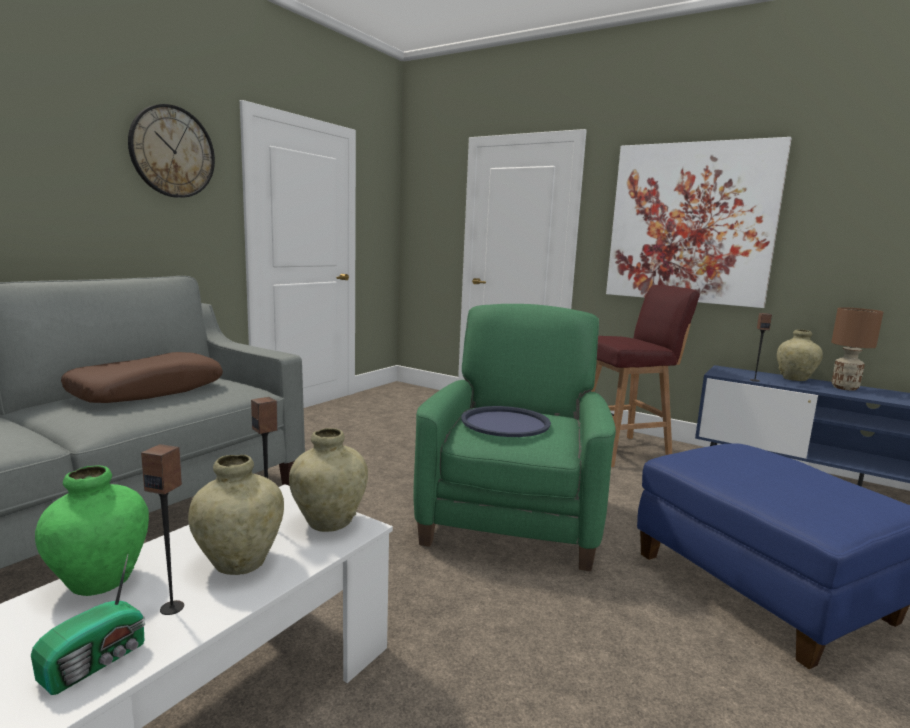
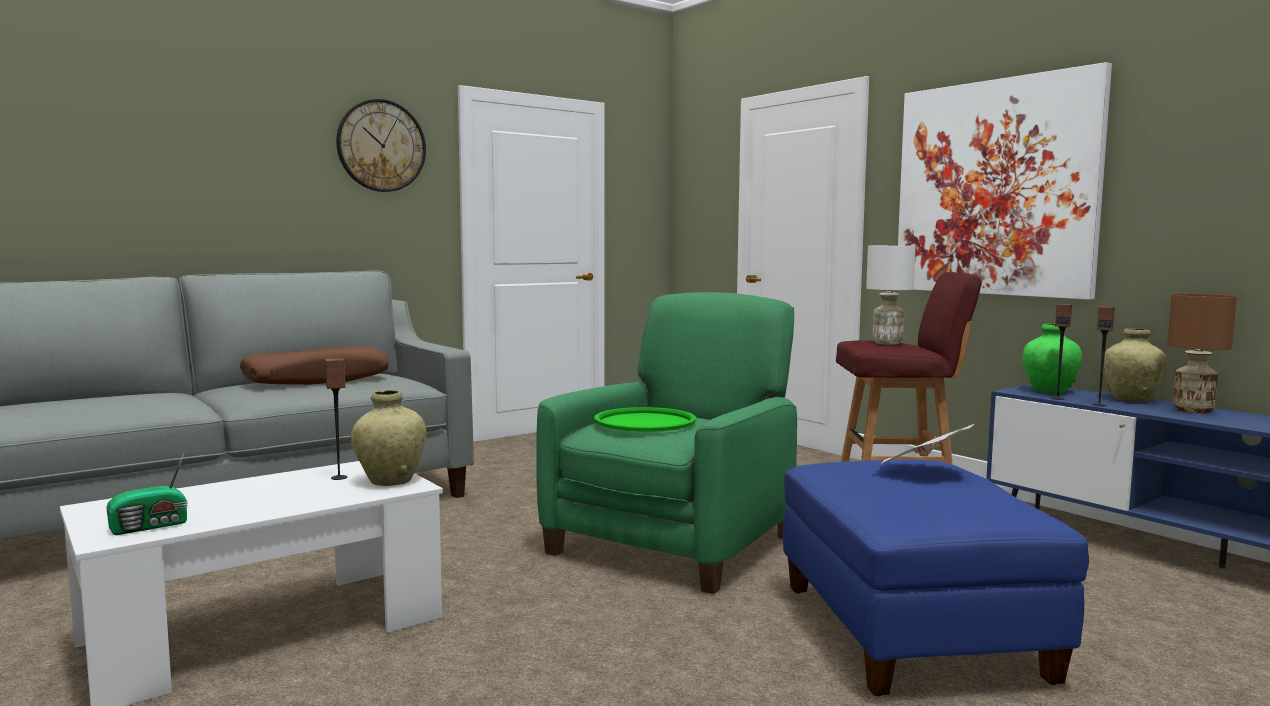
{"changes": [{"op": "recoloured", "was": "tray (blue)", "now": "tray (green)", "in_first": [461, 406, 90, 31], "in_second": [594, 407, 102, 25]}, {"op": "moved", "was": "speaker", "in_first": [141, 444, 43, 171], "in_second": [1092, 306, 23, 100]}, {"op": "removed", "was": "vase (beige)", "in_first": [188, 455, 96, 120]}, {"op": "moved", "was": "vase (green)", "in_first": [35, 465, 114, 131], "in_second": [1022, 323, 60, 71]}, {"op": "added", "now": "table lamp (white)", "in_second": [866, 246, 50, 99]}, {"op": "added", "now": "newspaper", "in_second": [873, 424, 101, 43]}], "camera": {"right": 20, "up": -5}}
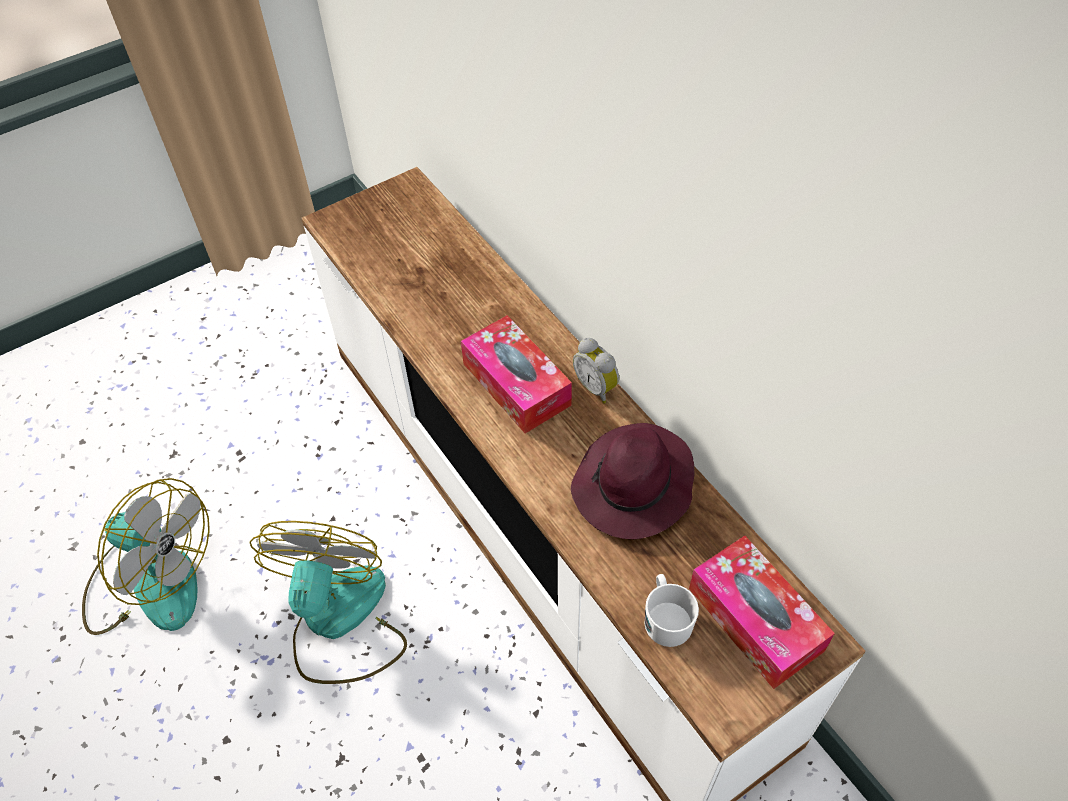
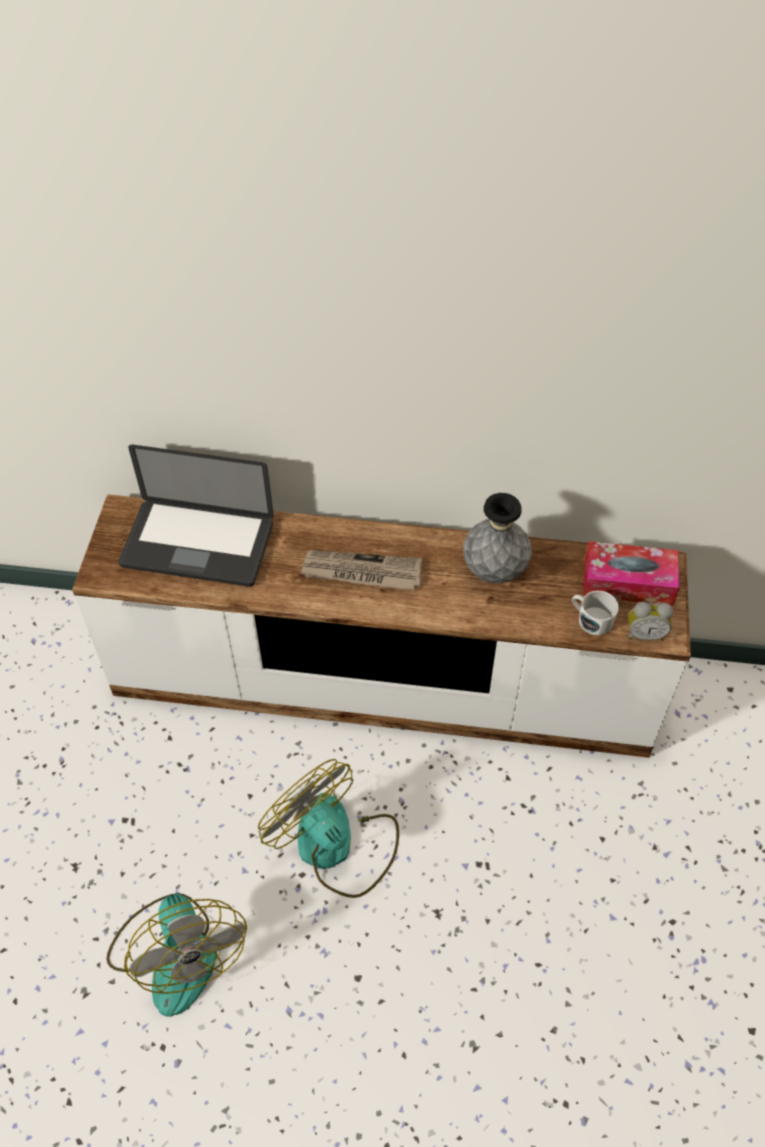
{"changes": [{"op": "replaced", "was": "tissue box", "now": "newspaper", "in_first": [461, 315, 111, 118], "in_second": [300, 550, 122, 40]}, {"op": "moved", "was": "alarm clock", "in_first": [573, 338, 46, 66], "in_second": [628, 602, 45, 39]}, {"op": "replaced", "was": "hat (purple)", "now": "vase (grey)", "in_first": [571, 423, 124, 116], "in_second": [463, 493, 68, 91]}, {"op": "turned", "was": "fan", "in_first": [82, 478, 128, 157], "in_second": [106, 893, 141, 124], "clockwise": 90}, {"op": "added", "now": "laptop", "in_second": [118, 445, 156, 142]}], "camera": {"right": -50, "up": 0}}
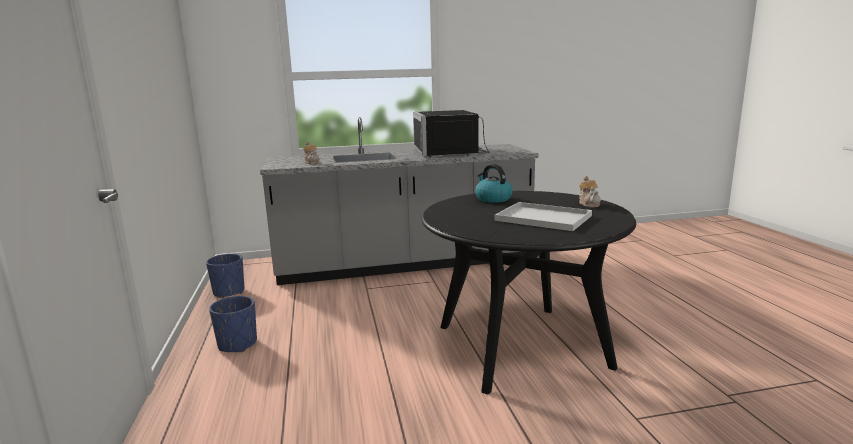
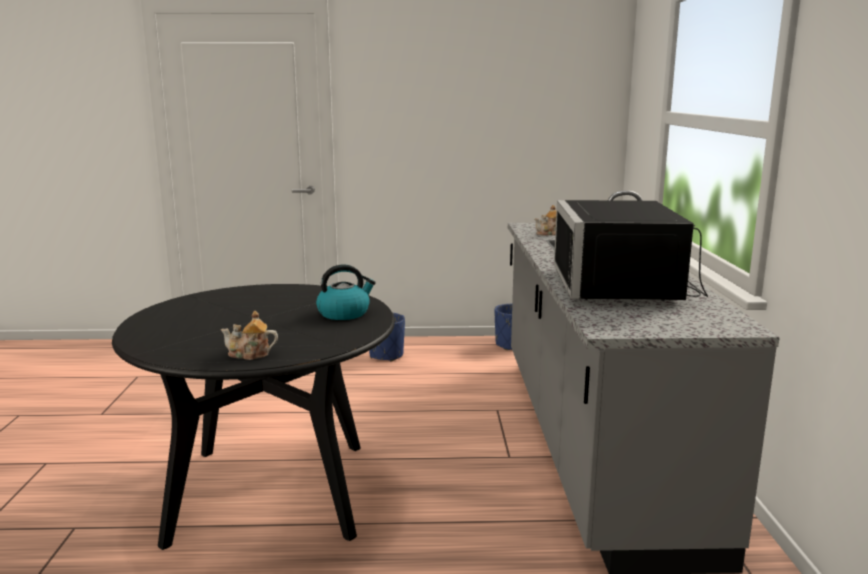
{"changes": [{"op": "turned", "was": "microwave (black)", "in_first": [413, 110, 77, 47], "in_second": [554, 200, 154, 101], "clockwise": -90}, {"op": "removed", "was": "tray (white)", "in_first": [495, 202, 97, 29]}], "camera": {"right": 100, "up": 0}}
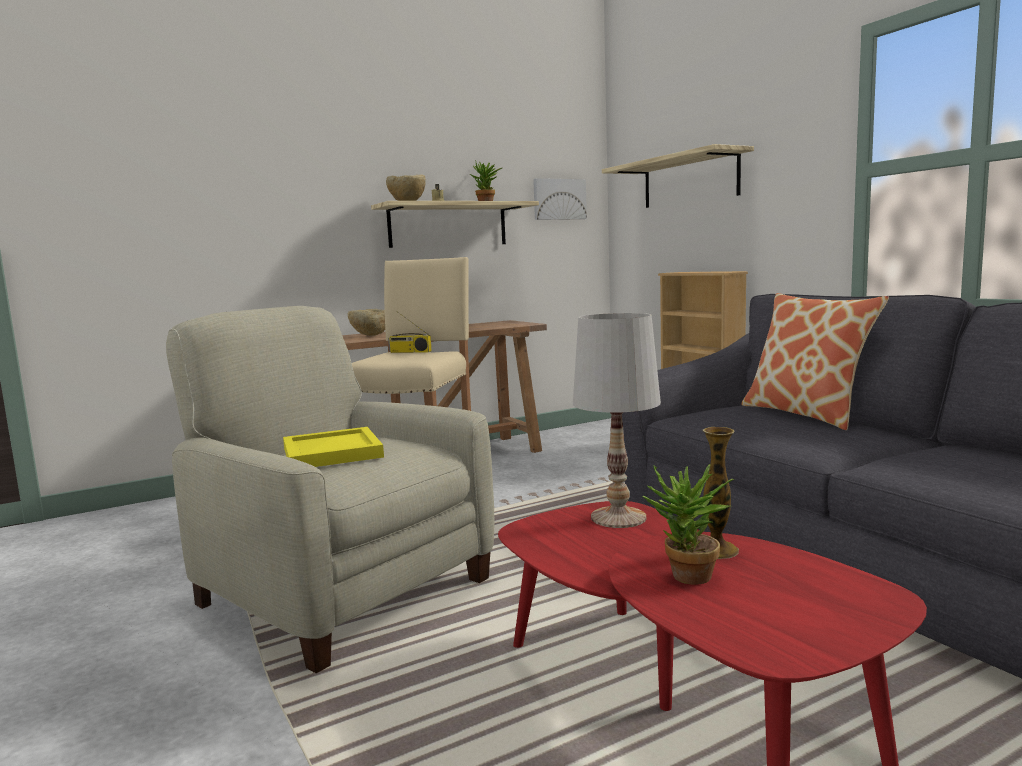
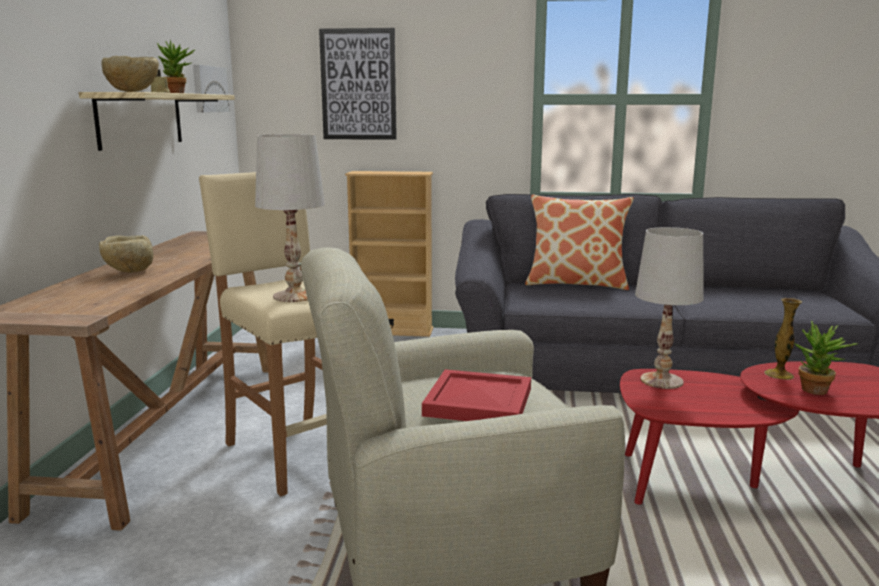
{"changes": [{"op": "replaced", "was": "shelf", "now": "picture", "in_first": [602, 144, 152, 64], "in_second": [319, 28, 78, 112]}, {"op": "removed", "was": "radio", "in_first": [388, 311, 44, 42]}, {"op": "recoloured", "was": "tray (yellow)", "now": "tray (red)", "in_first": [283, 427, 101, 40], "in_second": [422, 369, 109, 52]}, {"op": "added", "now": "table lamp (white)", "in_second": [255, 134, 70, 168]}], "camera": {"right": -55, "up": 5}}
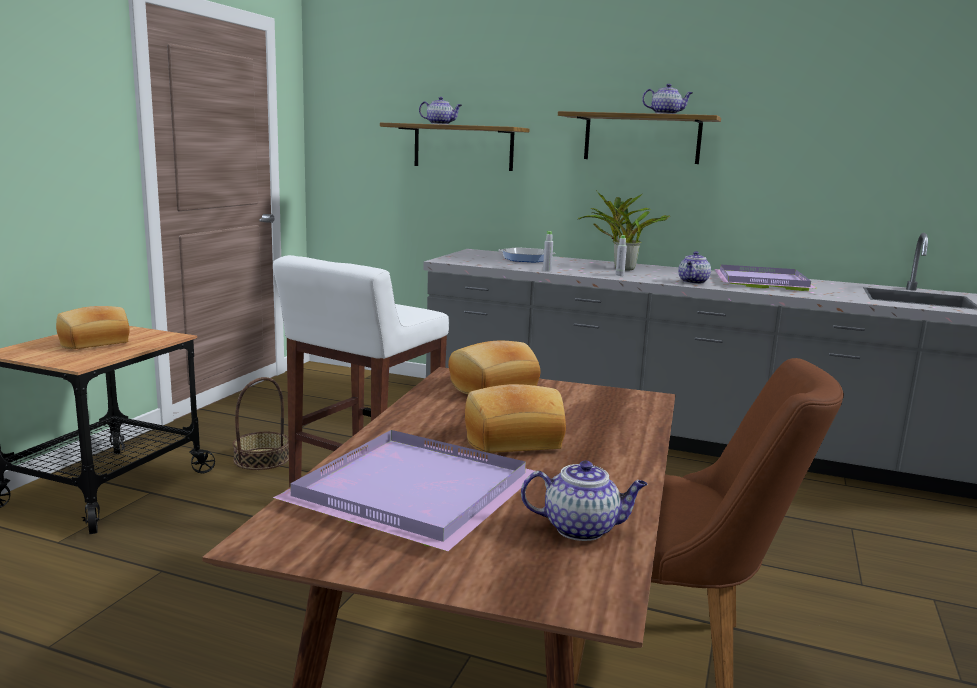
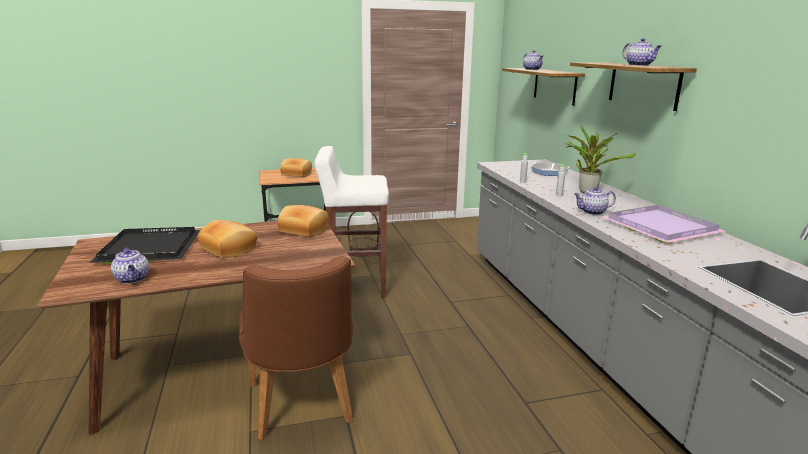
{"changes": [{"op": "recoloured", "was": "tray (purple)", "now": "tray (black)", "in_first": [273, 430, 262, 121], "in_second": [89, 227, 112, 37]}], "camera": {"right": 55, "up": 5}}
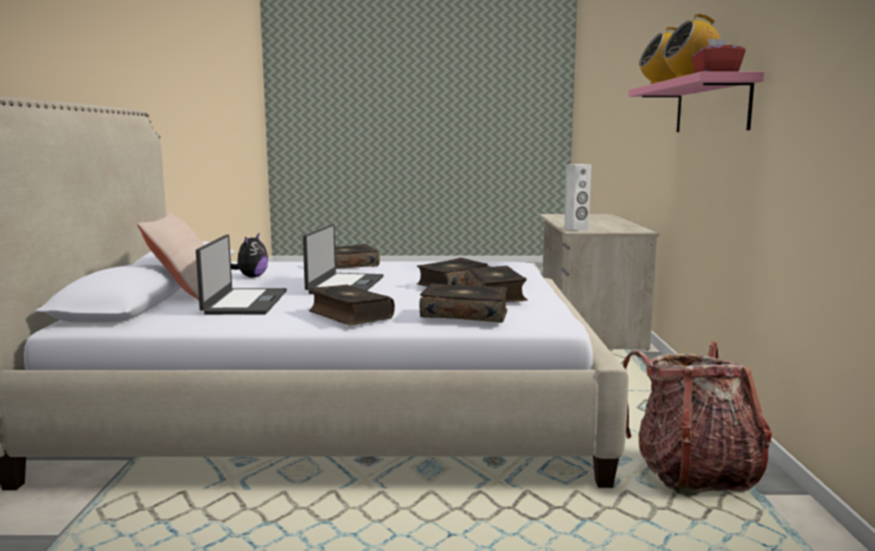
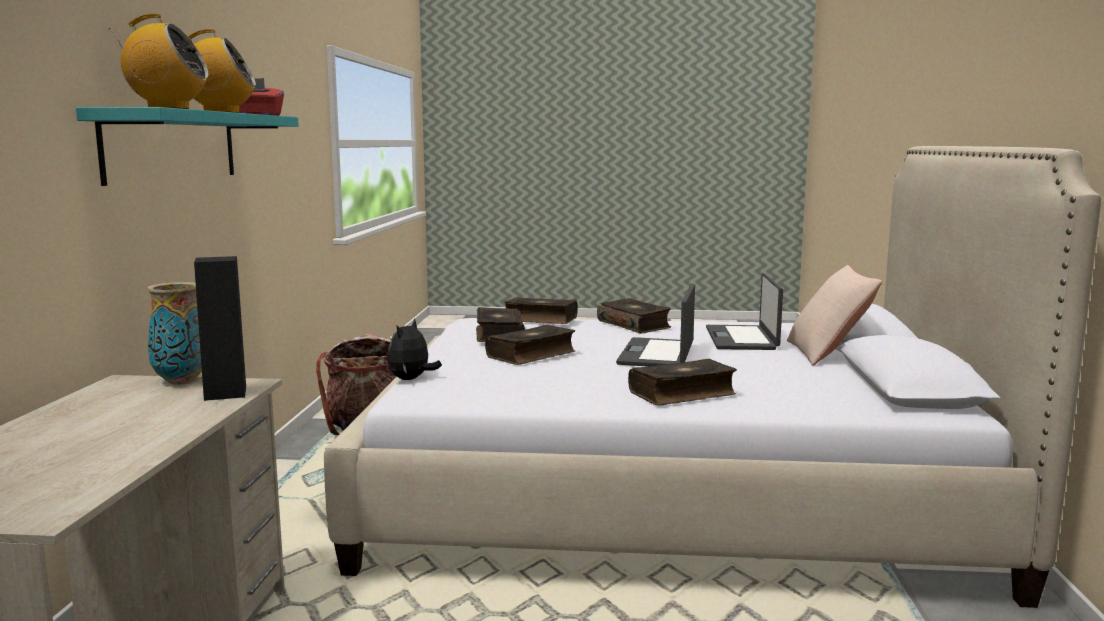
{"changes": [{"op": "recoloured", "was": "shelf (pink)", "now": "shelf (turquoise)", "in_first": [629, 71, 136, 61], "in_second": [76, 107, 223, 79]}, {"op": "recoloured", "was": "speaker (white)", "now": "speaker (black)", "in_first": [564, 164, 27, 67], "in_second": [194, 256, 52, 145]}, {"op": "moved", "was": "plush toy", "in_first": [231, 234, 37, 43], "in_second": [387, 318, 55, 62]}, {"op": "added", "now": "vase", "in_second": [147, 282, 55, 103]}], "camera": {"right": -175, "up": 0}}
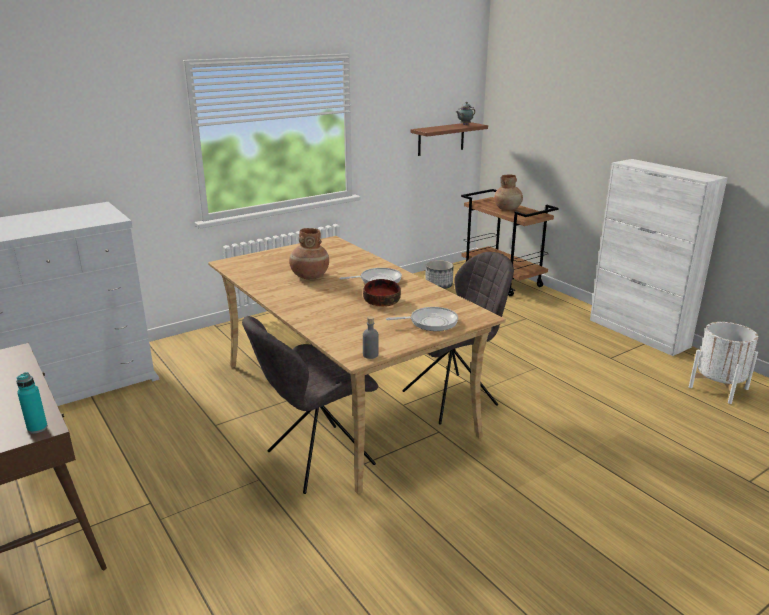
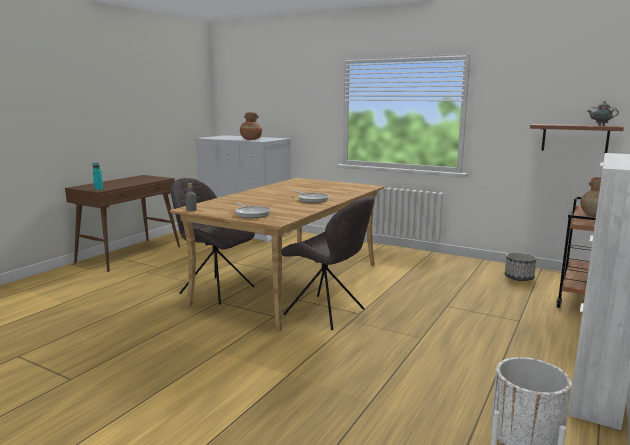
{"changes": [{"op": "moved", "was": "vase (brown)", "in_first": [289, 228, 40, 51], "in_second": [240, 112, 22, 28]}, {"op": "removed", "was": "bowl", "in_first": [363, 279, 38, 28]}], "camera": {"right": 65, "up": -10}}
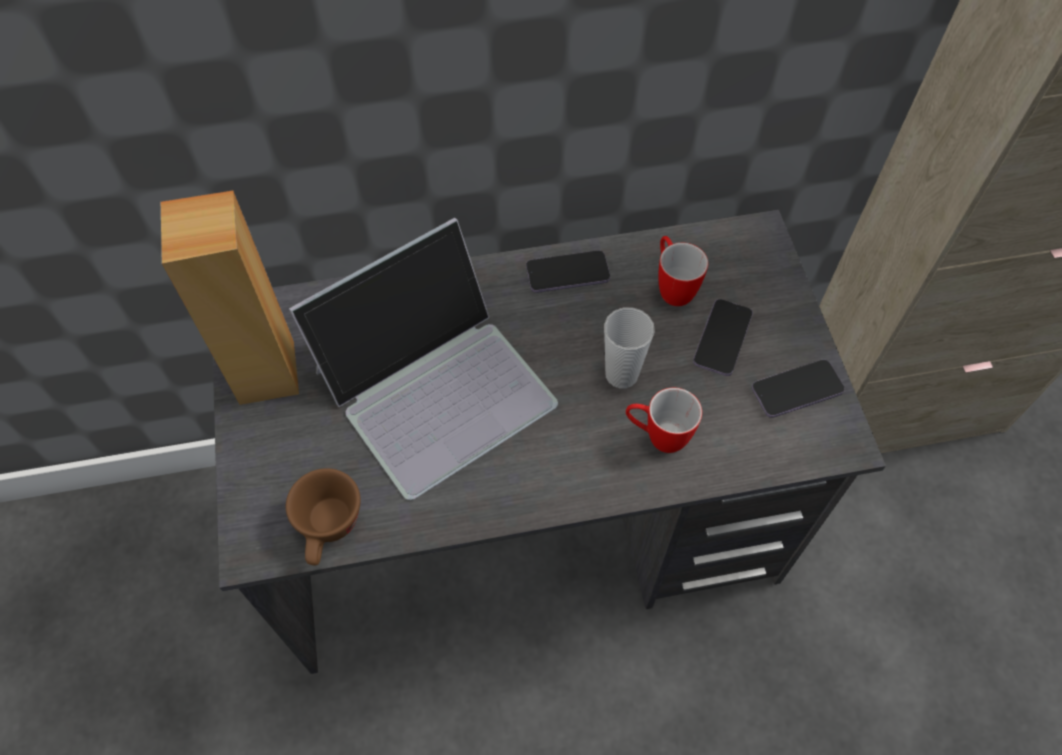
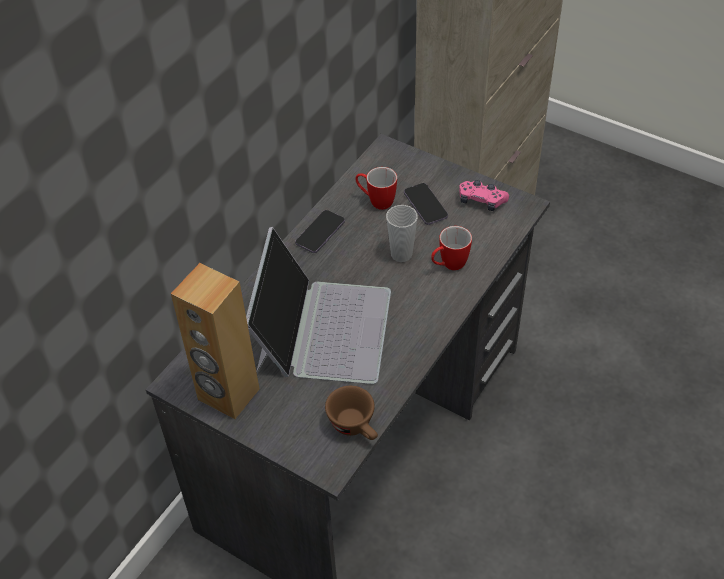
{"changes": [{"op": "replaced", "was": "phone", "now": "game controller (pink)", "in_first": [752, 359, 93, 59], "in_second": [459, 180, 50, 31]}], "camera": {"right": -45, "up": -10}}
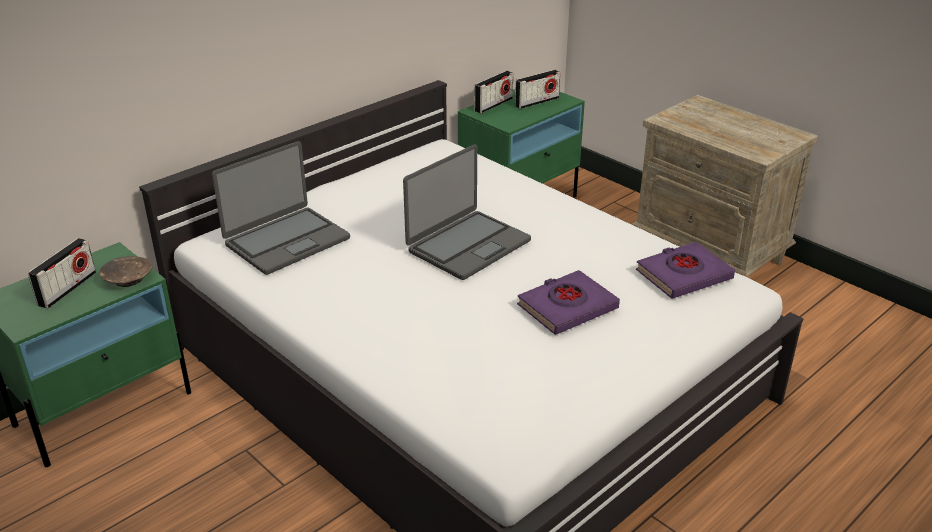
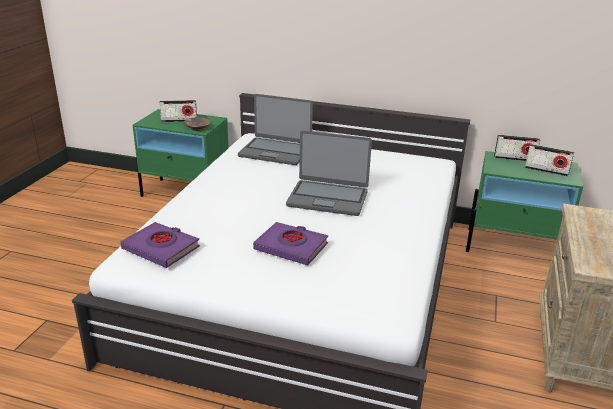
{"changes": [{"op": "moved", "was": "book (purple)", "in_first": [636, 242, 99, 57], "in_second": [120, 222, 80, 46]}], "camera": {"right": 60, "up": -5}}
